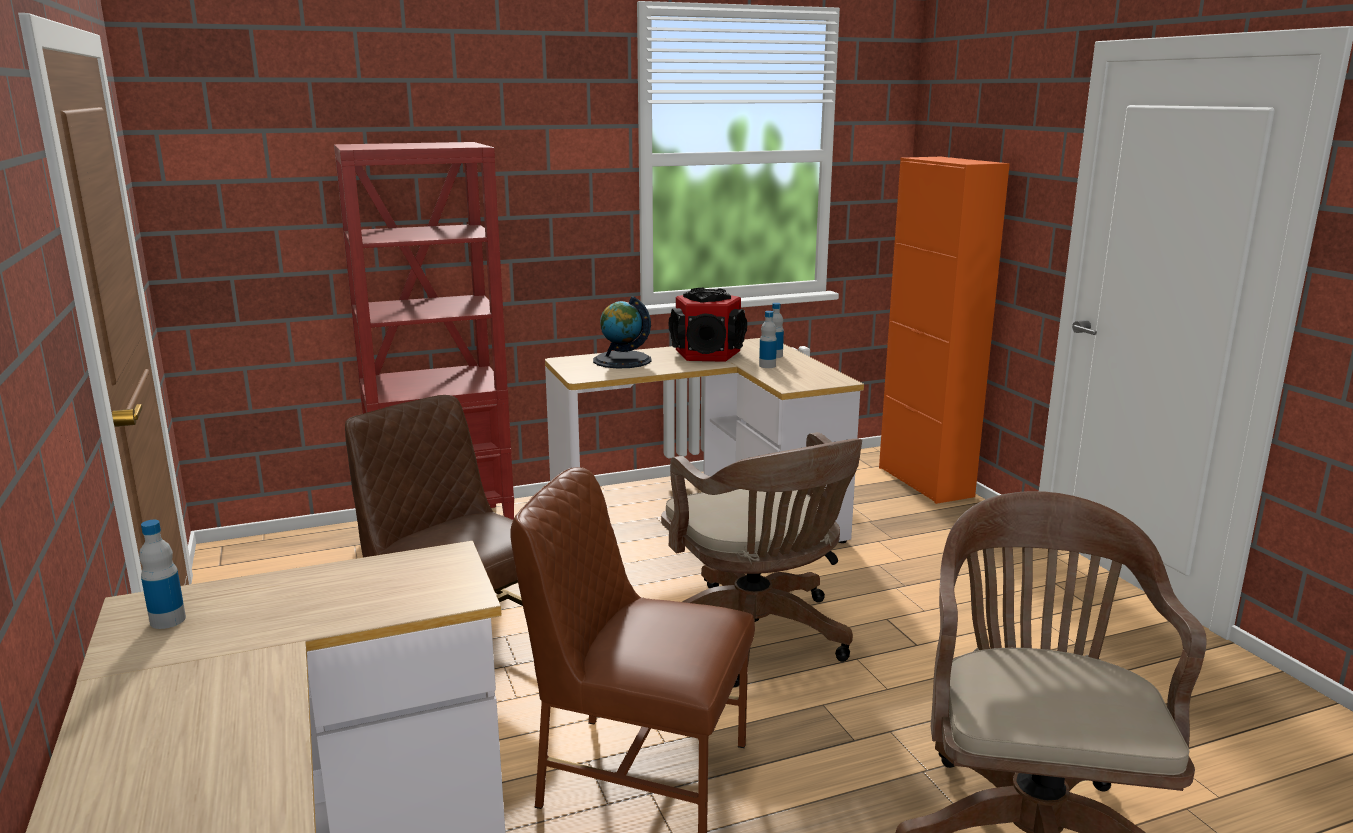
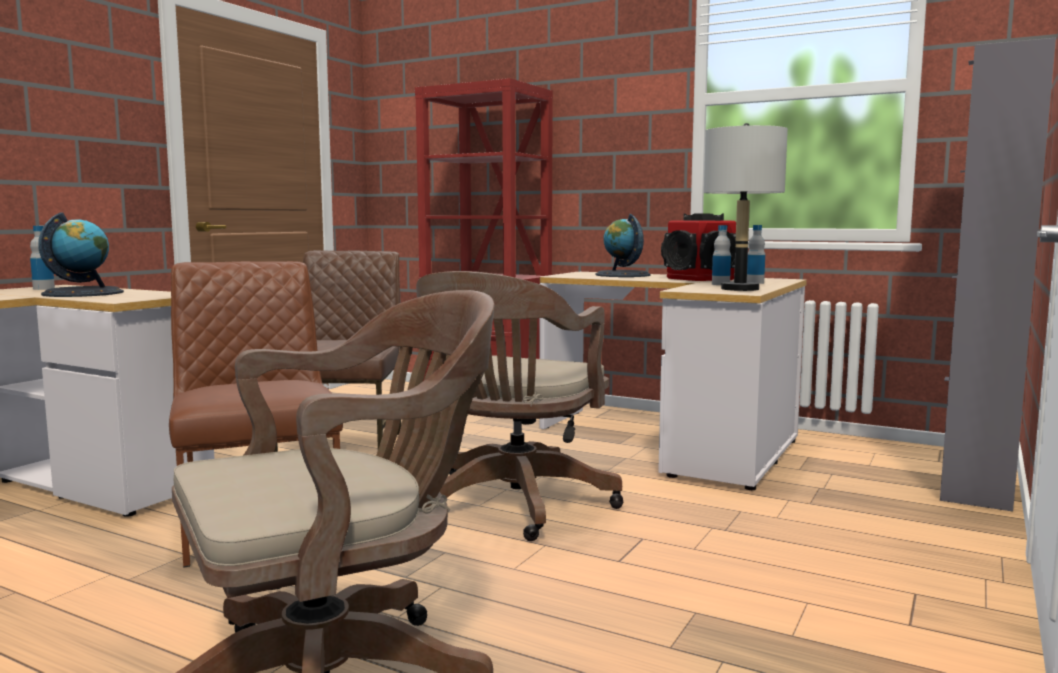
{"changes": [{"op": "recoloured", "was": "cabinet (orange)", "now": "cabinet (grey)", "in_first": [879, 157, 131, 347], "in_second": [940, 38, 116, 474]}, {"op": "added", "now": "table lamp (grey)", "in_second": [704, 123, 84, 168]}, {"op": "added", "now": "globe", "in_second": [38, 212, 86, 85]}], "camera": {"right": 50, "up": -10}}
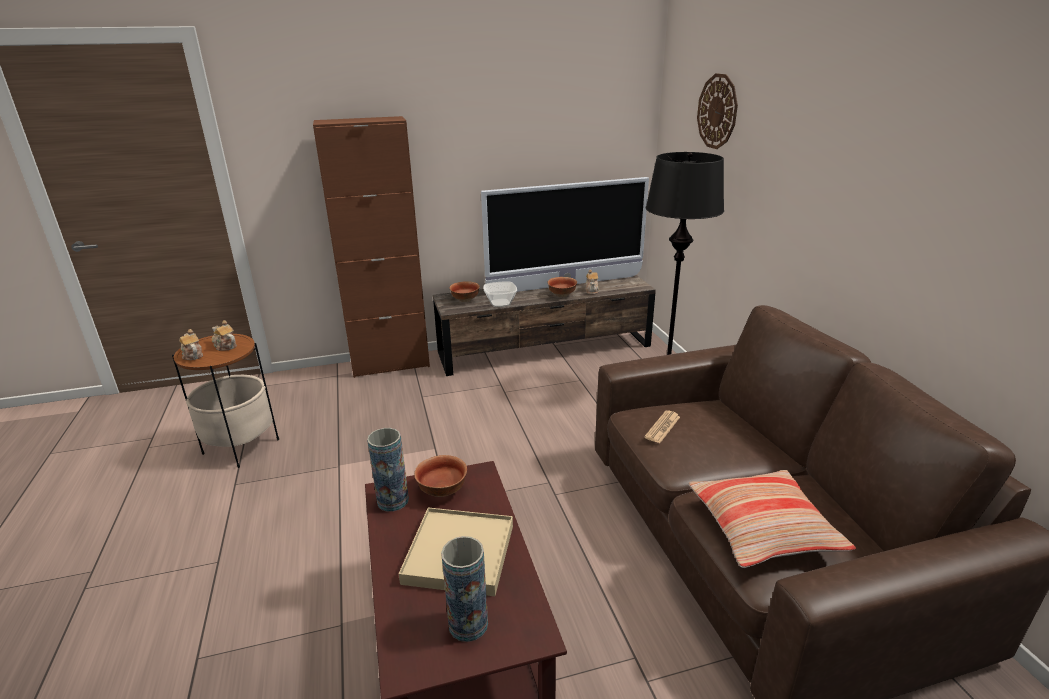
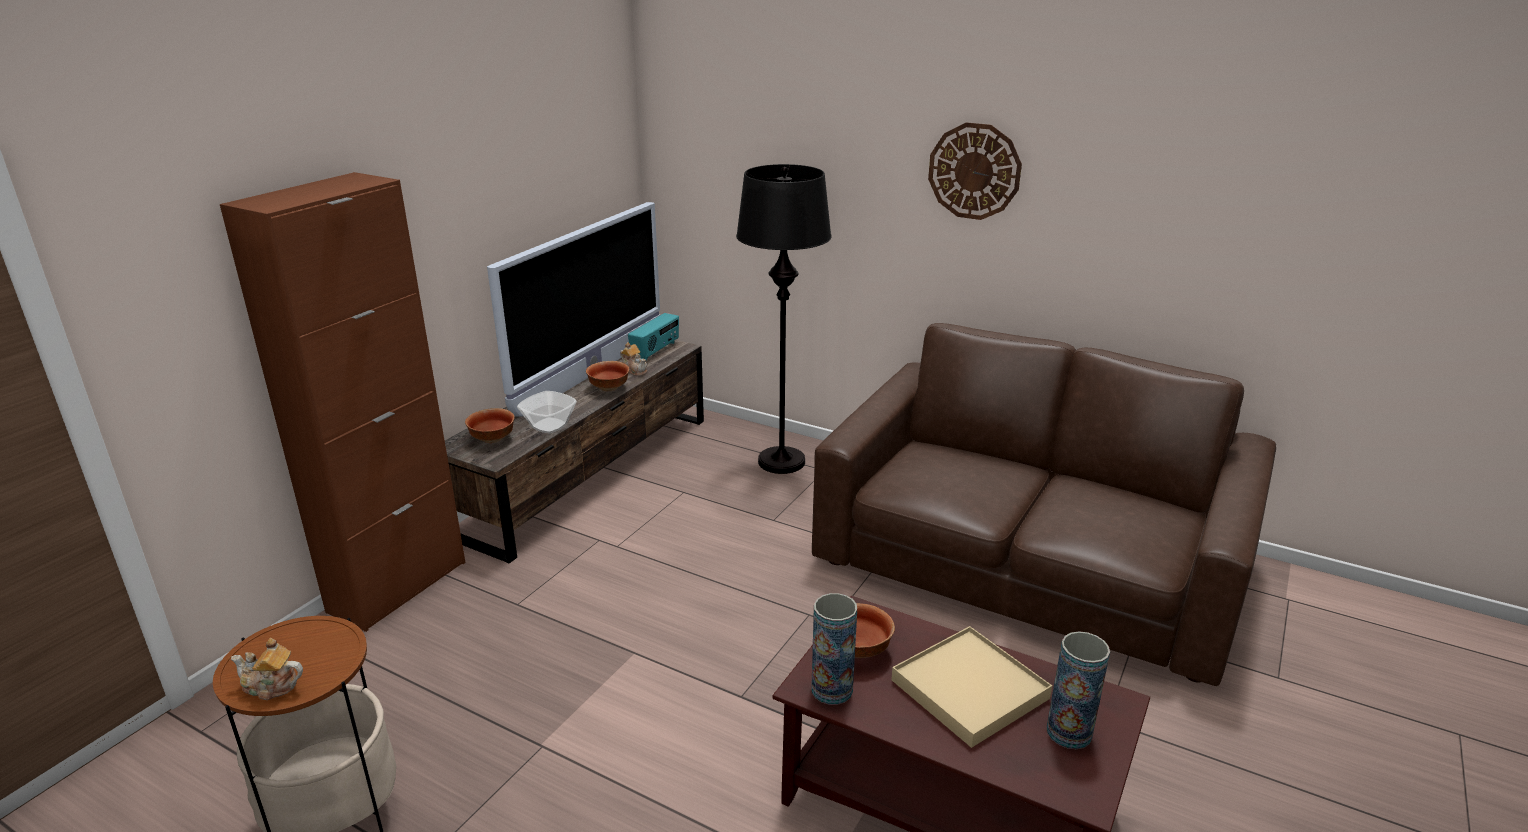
{"changes": [{"op": "moved", "was": "wall clock", "in_first": [697, 73, 41, 76], "in_second": [928, 122, 94, 98]}, {"op": "removed", "was": "teapot", "in_first": [212, 320, 25, 31]}, {"op": "removed", "was": "newspaper", "in_first": [644, 410, 36, 33]}, {"op": "removed", "was": "pillow", "in_first": [688, 470, 168, 98]}, {"op": "added", "now": "radio", "in_second": [628, 313, 51, 49]}], "camera": {"right": -45, "up": 0}}
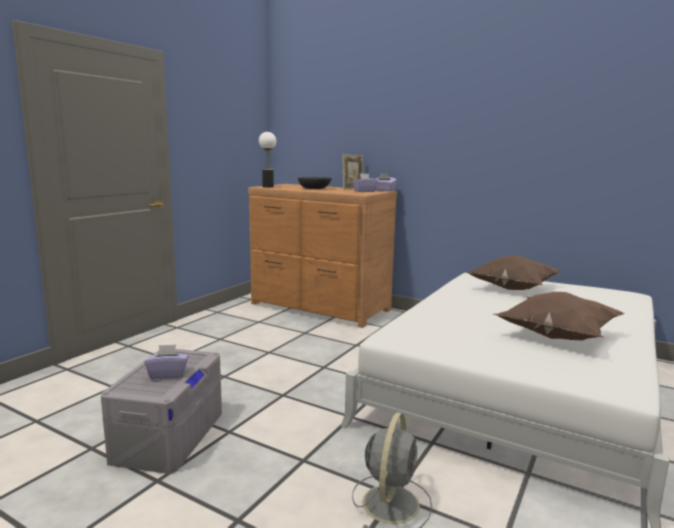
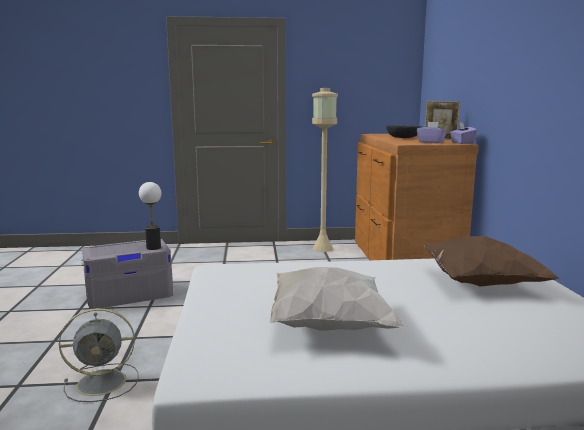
{"changes": [{"op": "moved", "was": "table lamp", "in_first": [259, 132, 17, 56], "in_second": [139, 182, 22, 68]}, {"op": "recoloured", "was": "pillow (brown)", "now": "pillow (white)", "in_first": [493, 292, 132, 48], "in_second": [270, 267, 135, 64]}, {"op": "removed", "was": "tissue box (purple)", "in_first": [144, 344, 45, 35]}, {"op": "added", "now": "floor lamp (beige)", "in_second": [312, 88, 26, 164]}], "camera": {"right": 55, "up": 0}}
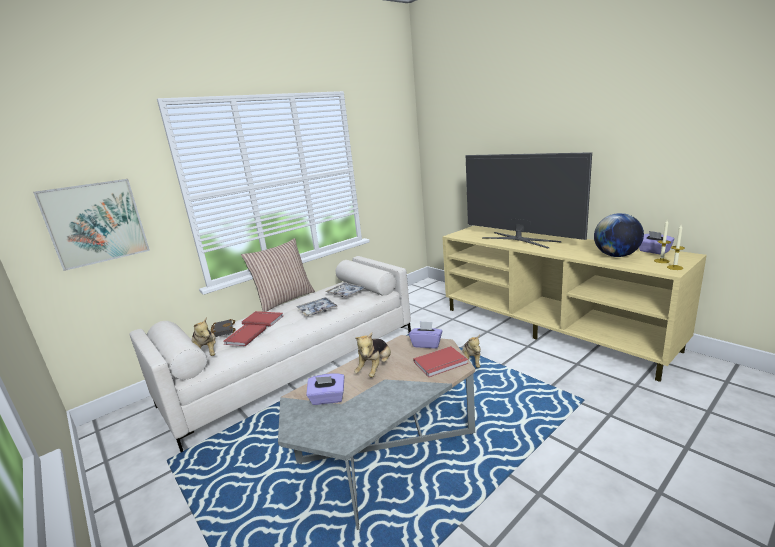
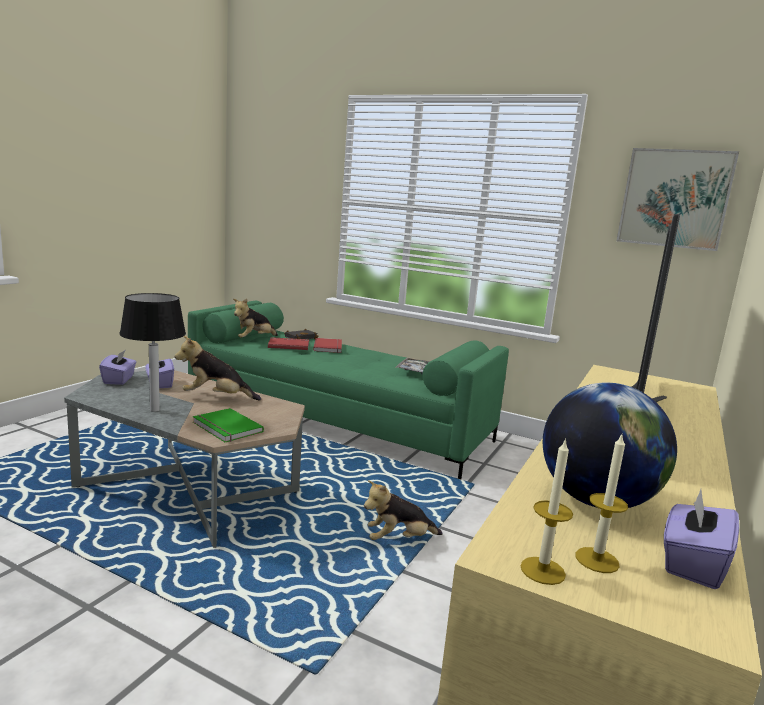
{"changes": [{"op": "moved", "was": "picture", "in_first": [33, 179, 117, 92], "in_second": [617, 148, 122, 103]}, {"op": "removed", "was": "pillow", "in_first": [241, 238, 74, 74]}, {"op": "recoloured", "was": "sofa (white)", "now": "sofa (green)", "in_first": [129, 256, 282, 196], "in_second": [188, 301, 321, 178]}, {"op": "removed", "was": "tray", "in_first": [297, 297, 41, 19]}, {"op": "moved", "was": "tissue box (purple)", "in_first": [409, 321, 33, 27], "in_second": [99, 350, 38, 35]}, {"op": "recoloured", "was": "book (red)", "now": "book (green)", "in_first": [413, 346, 55, 31], "in_second": [193, 408, 71, 34]}, {"op": "added", "now": "table lamp", "in_second": [119, 293, 67, 119]}], "camera": {"right": 65, "up": -5}}
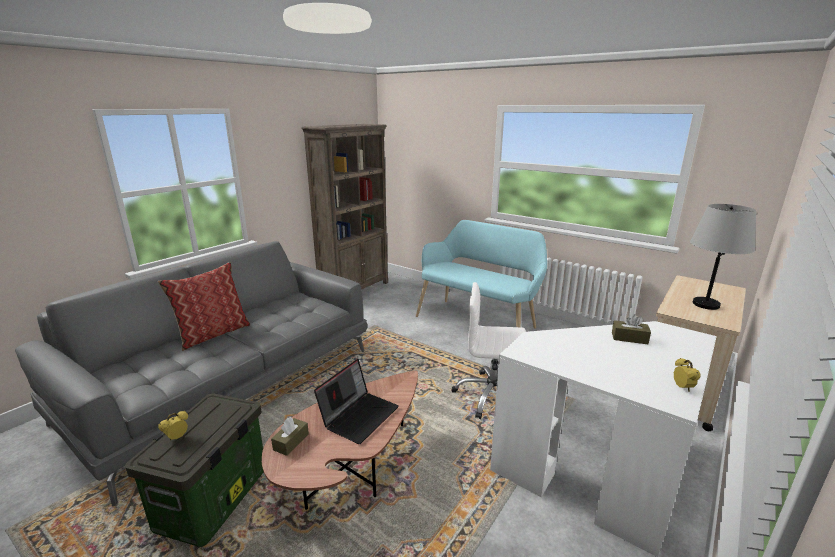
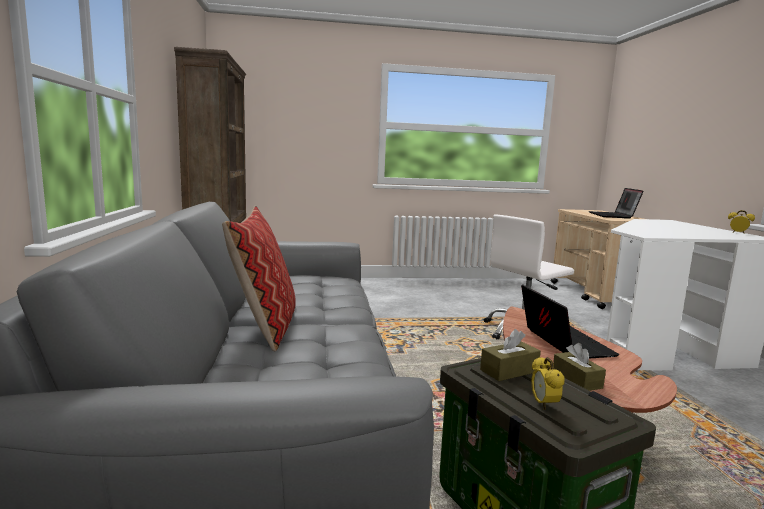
{"changes": [{"op": "replaced", "was": "table lamp (grey)", "now": "laptop", "in_first": [690, 204, 66, 106], "in_second": [589, 188, 54, 31]}, {"op": "removed", "was": "bench (turquoise)", "in_first": [416, 220, 131, 109]}, {"op": "moved", "was": "tissue box (brown)", "in_first": [612, 314, 39, 30], "in_second": [480, 329, 61, 52]}], "camera": {"right": -45, "up": -10}}
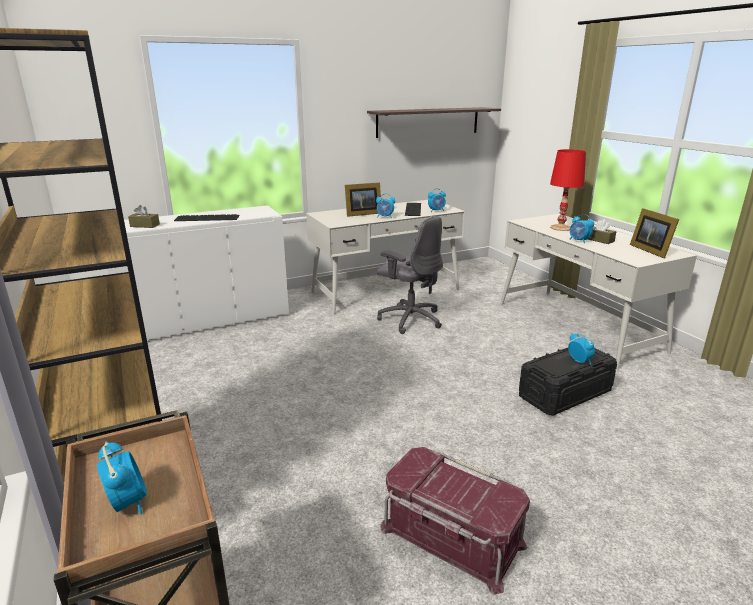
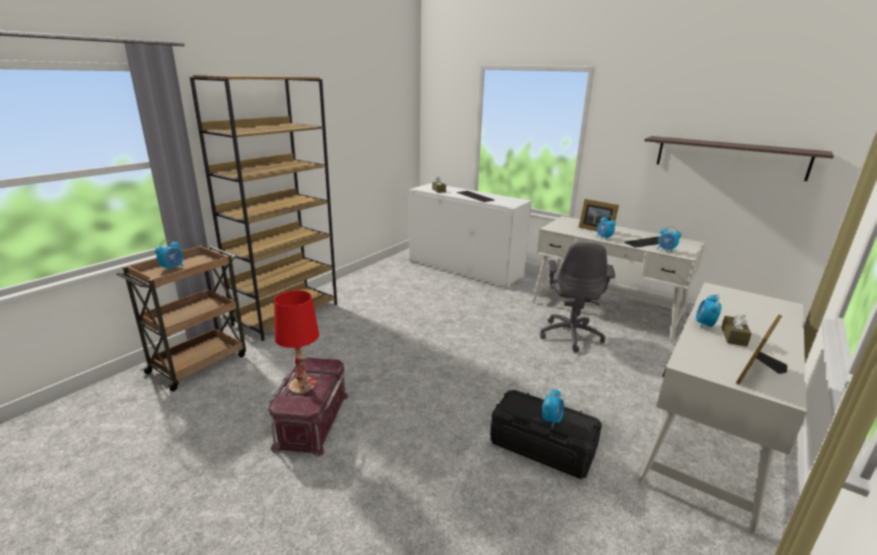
{"changes": [{"op": "moved", "was": "table lamp (red)", "in_first": [550, 149, 36, 82], "in_second": [274, 290, 45, 104]}], "camera": {"right": 60, "up": 0}}
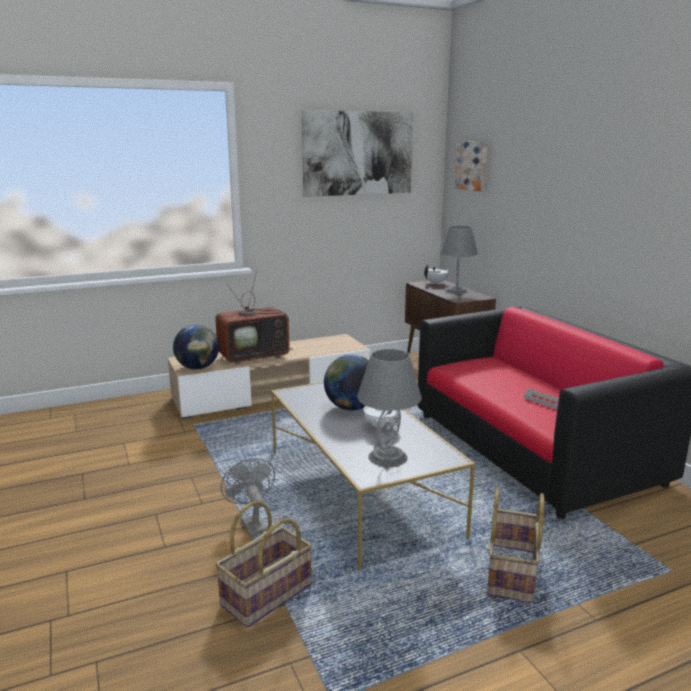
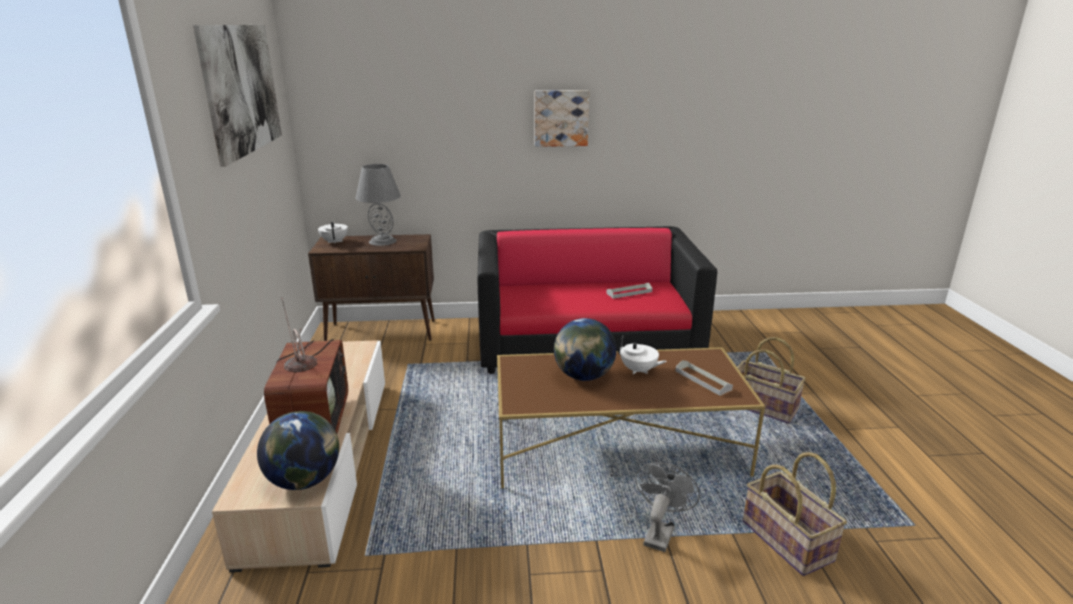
{"changes": [{"op": "moved", "was": "picture", "in_first": [454, 142, 34, 49], "in_second": [535, 90, 54, 57]}, {"op": "replaced", "was": "table lamp (grey)", "now": "tray (grey)", "in_first": [357, 349, 65, 118], "in_second": [675, 360, 58, 36]}, {"op": "recoloured", "was": "coffee table (grey)", "now": "coffee table (brown)", "in_first": [271, 382, 204, 188], "in_second": [497, 347, 268, 141]}, {"op": "turned", "was": "fan (grey)", "in_first": [221, 458, 54, 79], "in_second": [635, 463, 65, 89], "clockwise": 120}], "camera": {"right": -70, "up": 5}}
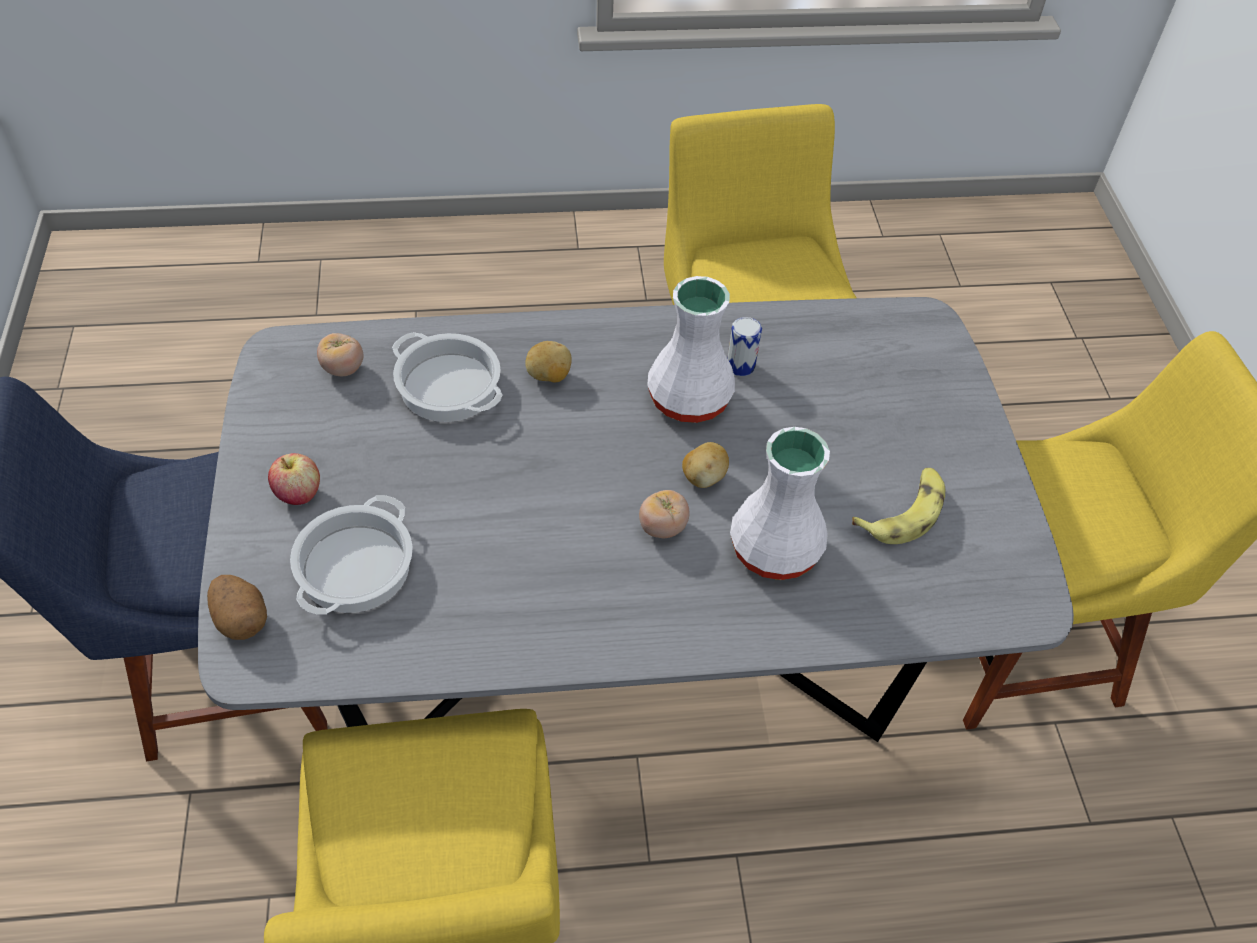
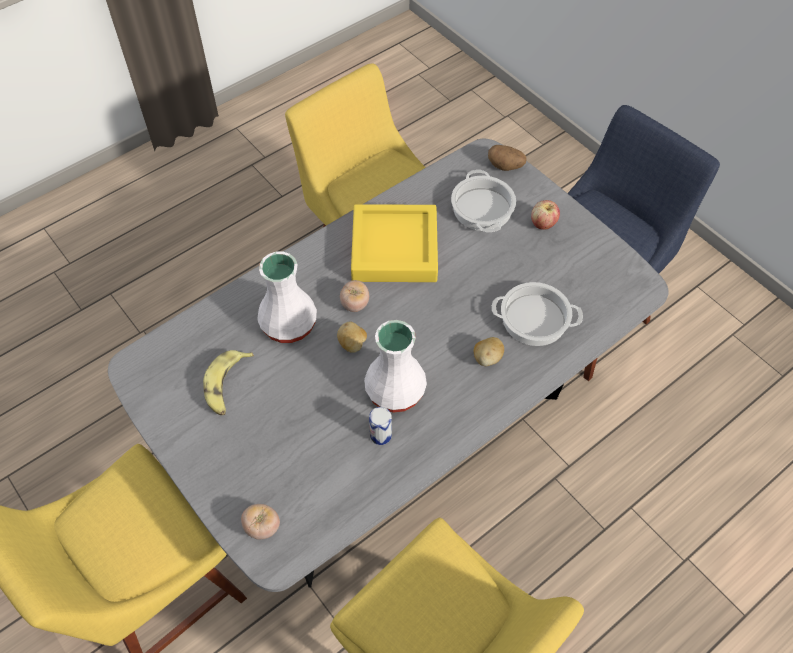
{"changes": [{"op": "moved", "was": "tomato", "in_first": [317, 333, 46, 43], "in_second": [241, 504, 39, 35]}, {"op": "added", "now": "tray (yellow)", "in_second": [351, 204, 87, 78]}], "camera": {"right": 150, "up": 5}}
